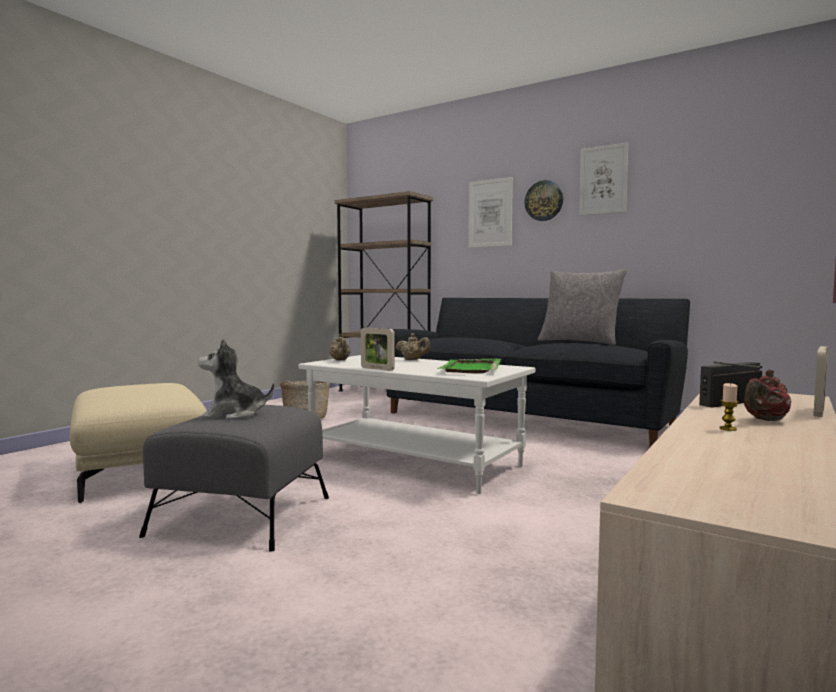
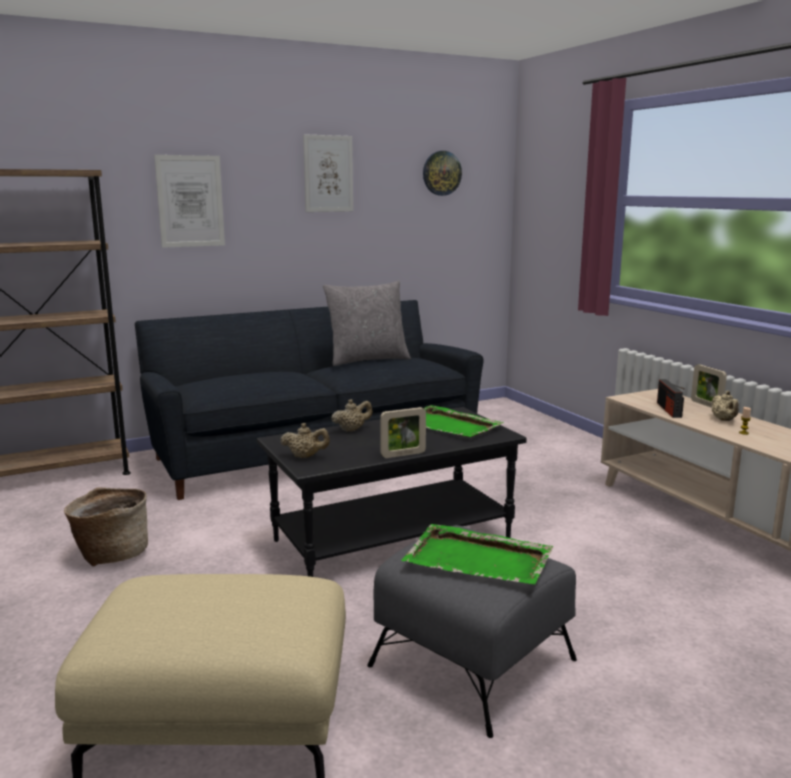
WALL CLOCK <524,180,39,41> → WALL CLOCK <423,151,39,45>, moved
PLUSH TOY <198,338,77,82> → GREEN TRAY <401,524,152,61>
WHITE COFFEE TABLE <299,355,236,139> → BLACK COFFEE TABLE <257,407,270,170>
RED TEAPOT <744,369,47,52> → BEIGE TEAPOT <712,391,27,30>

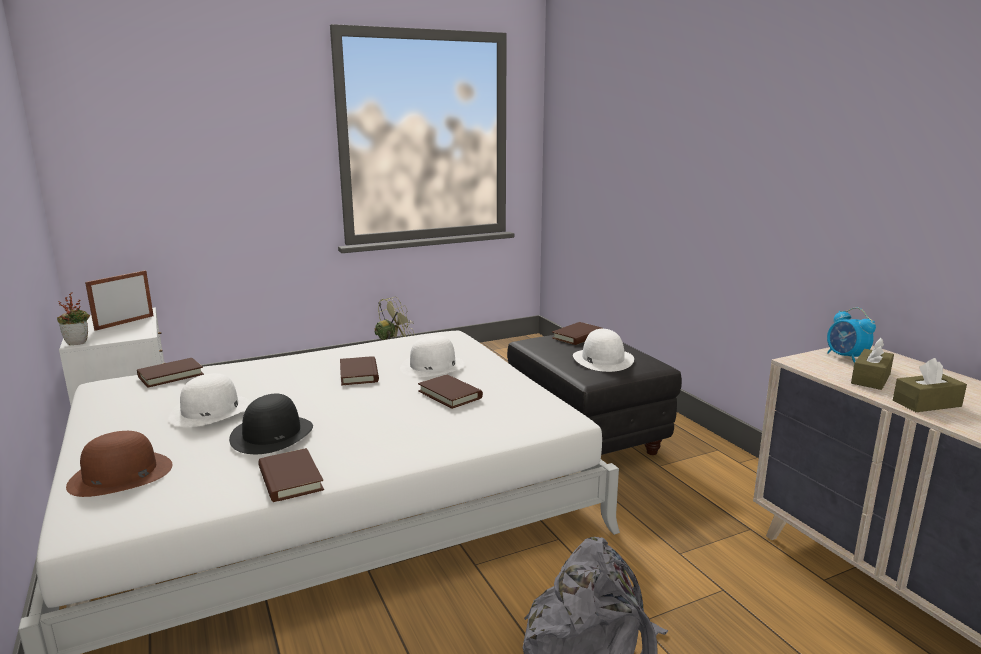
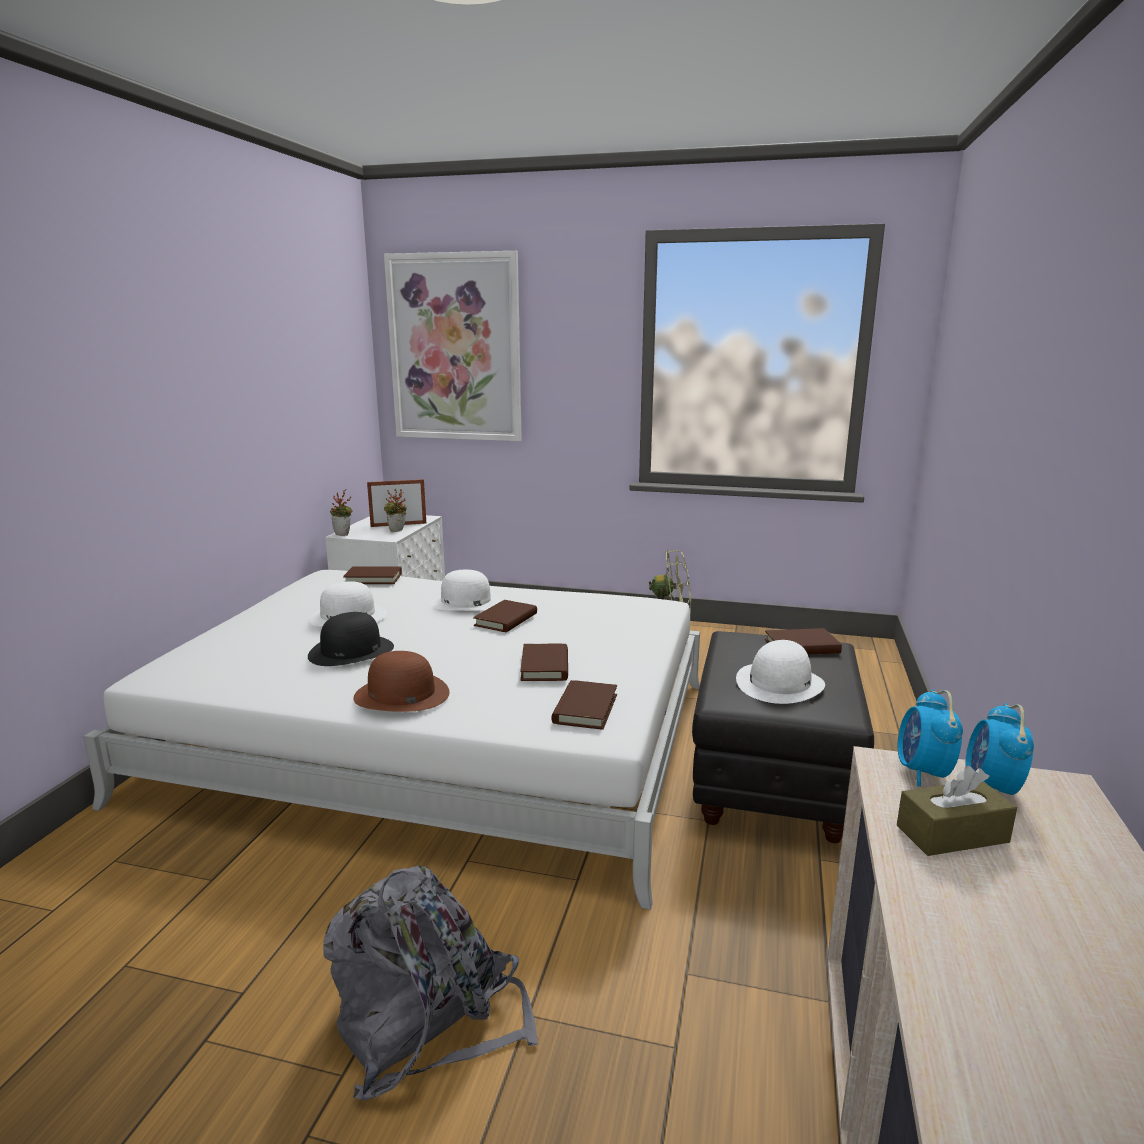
BROWN TISSUE BOX <893,358,74,54> → -
- → PICTURE <384,251,138,190>
- → POTTED PLANT <384,489,23,43>
- → ALARM CLOCK <898,689,65,98>
BROWN HAT <66,431,106,66> → BROWN HAT <353,651,97,61>, moved
BROWN BOOK <258,448,66,54> → BROWN BOOK <551,680,66,50>, moved
WHITE HAT <400,335,65,42> → WHITE HAT <430,570,72,41>, moved

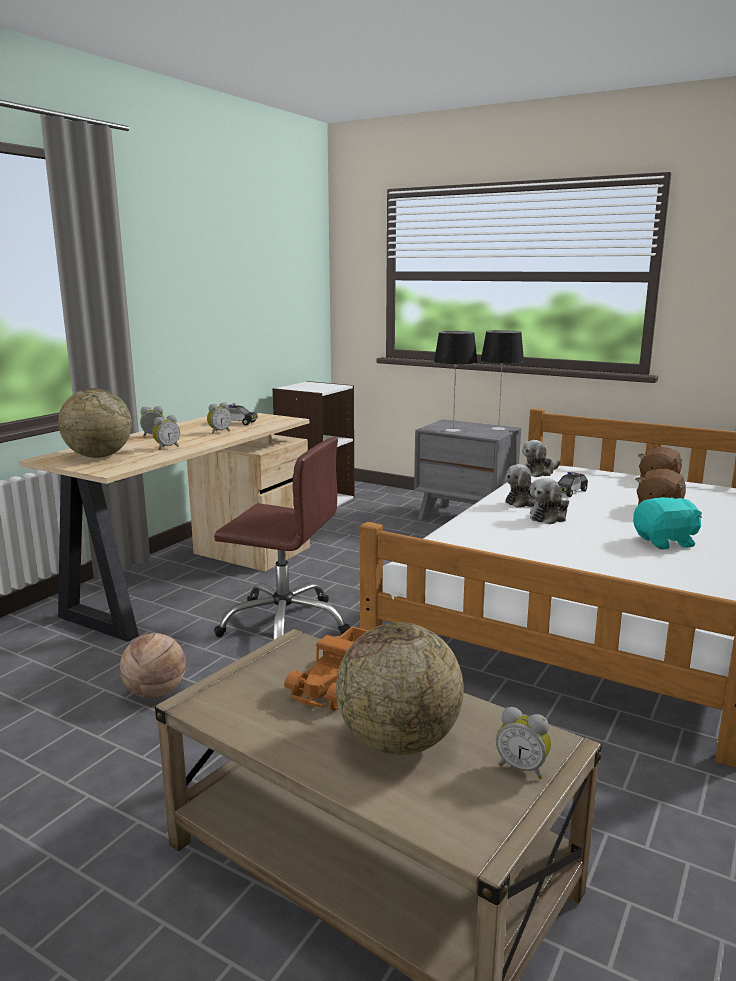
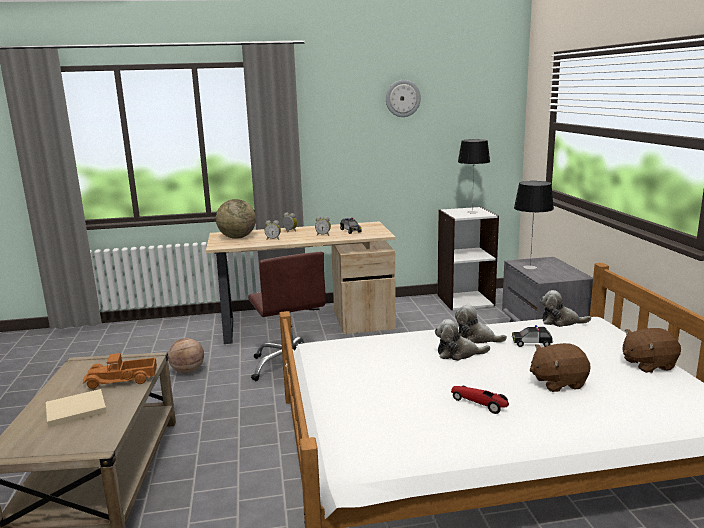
ALARM CLOCK <496,707,55,72> → -
- → WALL CLOCK <386,80,35,37>
TABLE LAMP <481,330,43,100> → TABLE LAMP <458,139,32,74>, moved
GLOBE <336,622,128,133> → BEIGE BOOK <46,389,61,39>
TURQUOISE PLUSH TOY <633,497,69,53> → TOY CAR <451,386,58,28>

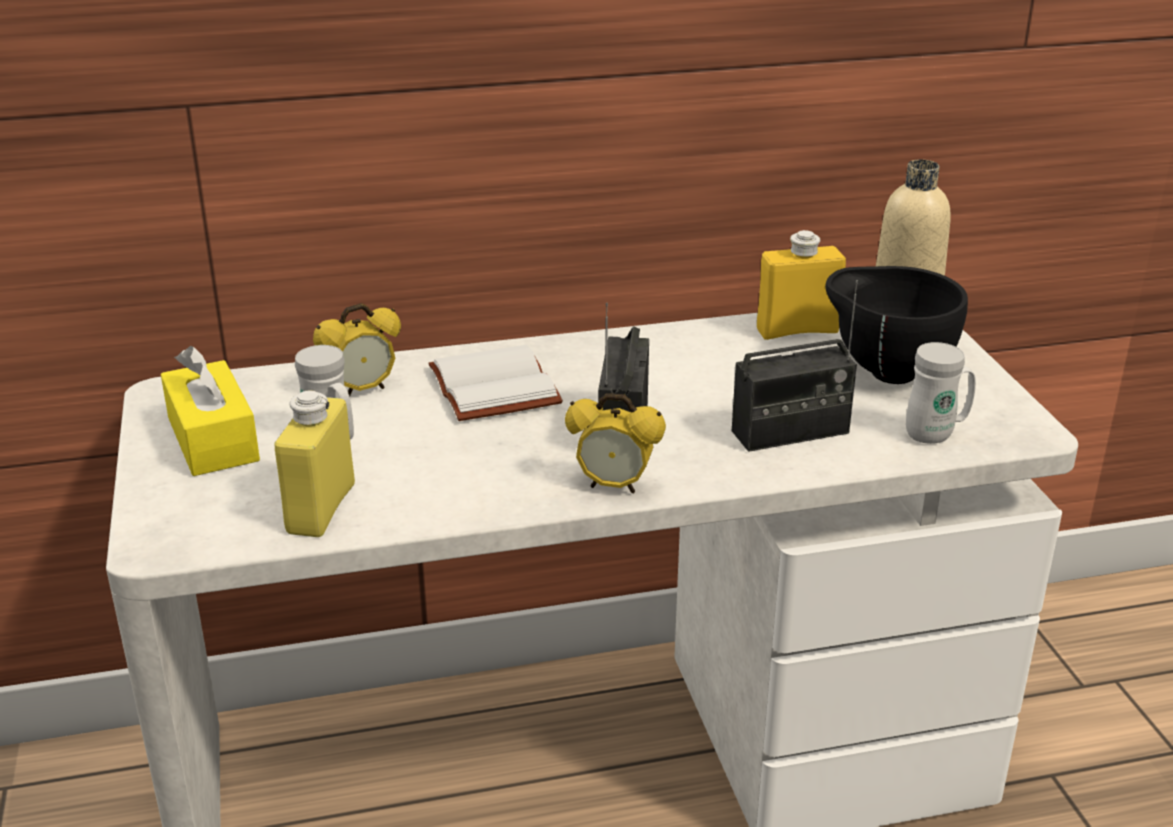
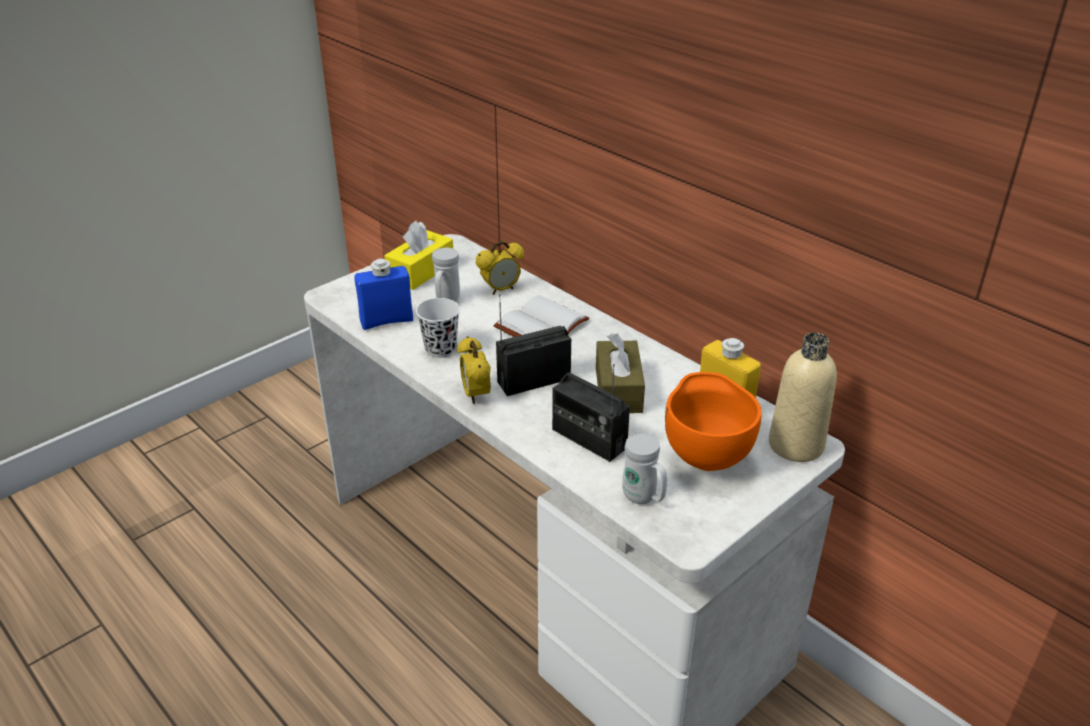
- → WHITE CUP <416,298,44,60>
- → BROWN TISSUE BOX <596,333,49,80>
YELLOW BOTTLE <275,390,80,147> → BLUE BOTTLE <355,259,58,71>
BLACK BOWL <825,266,143,118> → ORANGE BOWL <665,372,96,99>
ALARM CLOCK <313,303,88,94> → ALARM CLOCK <476,241,48,54>, 60 degrees counterclockwise

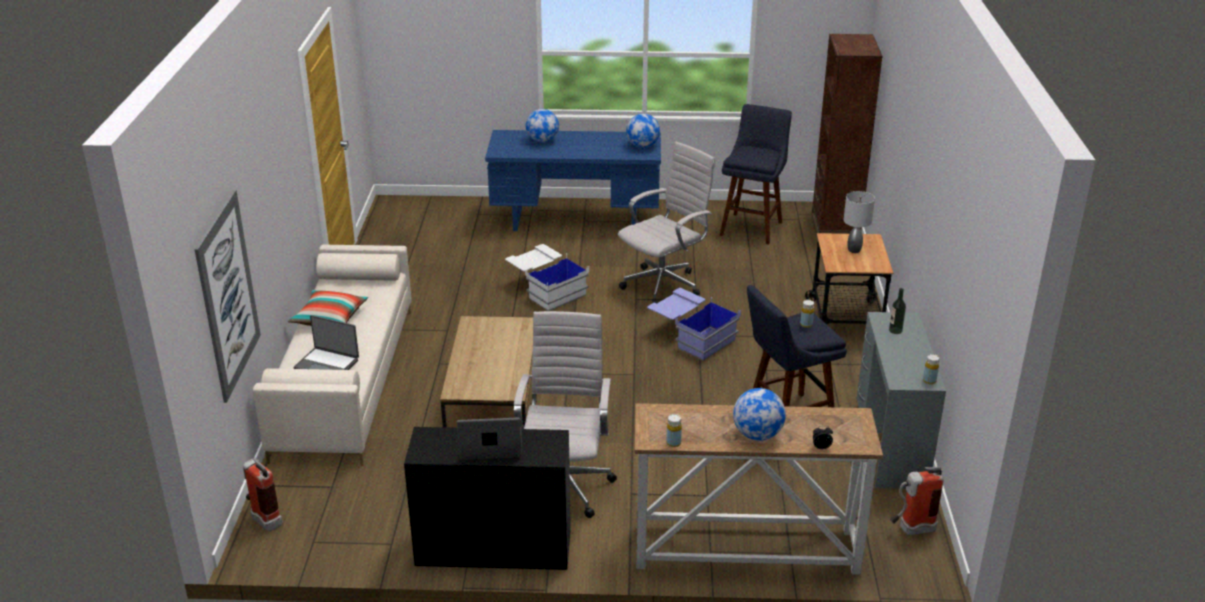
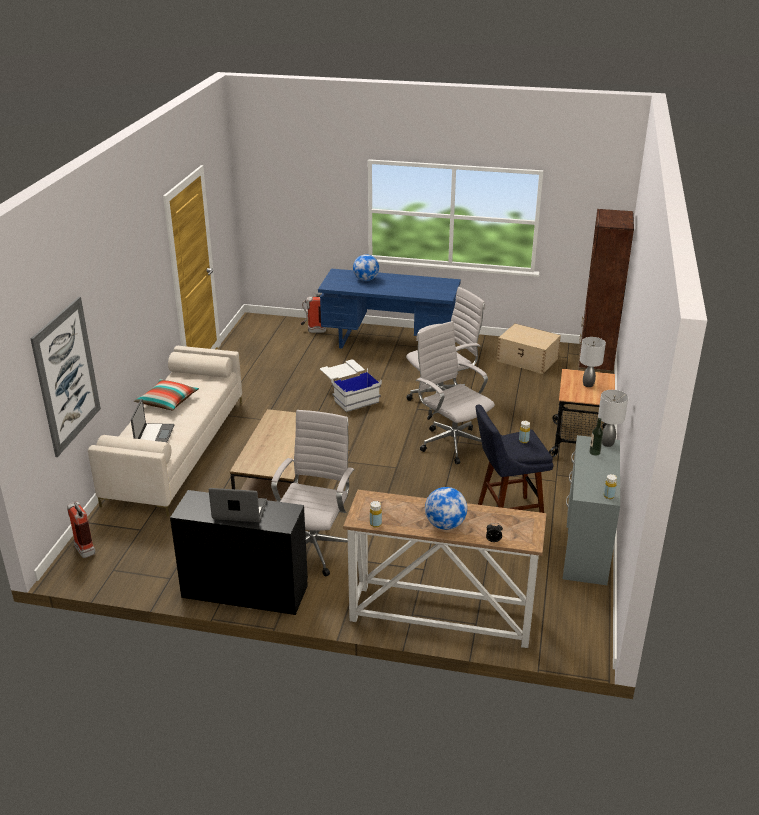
GLOBE <626,114,34,34> → -
- → GREY TABLE LAMP <598,390,30,57>
FIRE EXTINGUISHER <890,466,53,69> → FIRE EXTINGUISHER <300,293,26,40>, moved
BLUE STORAGE BOX <647,288,94,73> → WHITE OFFICE CHAIR <416,321,79,143>
BLUE STOOL <720,104,72,141> → BEIGE STORAGE BOX <497,324,64,50>
LAPTOP <294,315,65,55> → LAPTOP <131,399,43,43>, 120 degrees counterclockwise

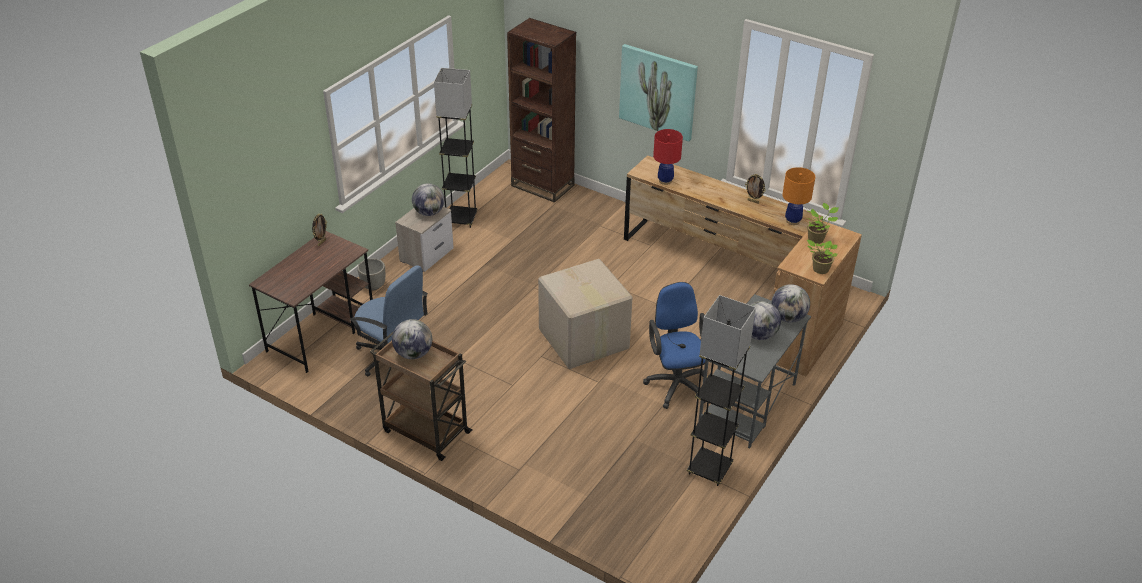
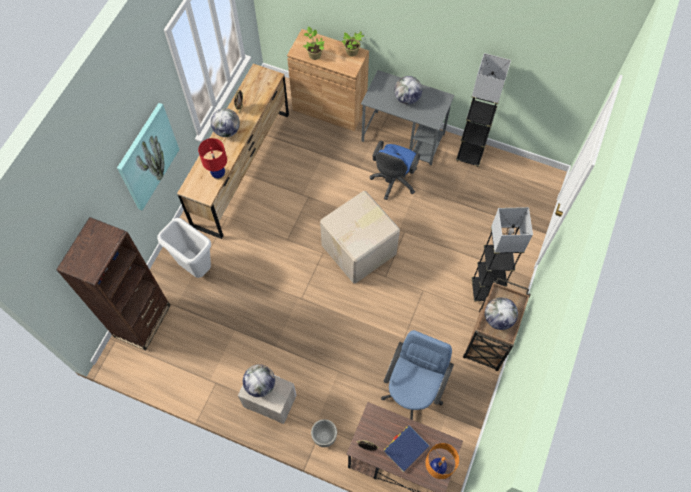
- → WHITE TRASH CAN <157,218,54,60>
- → BLUE BOOK <384,426,46,46>
GREY FLOOR LAMP <434,68,44,160> → GREY FLOOR LAMP <472,207,61,95>, moved
GLOBE <771,284,39,39> → GLOBE <211,108,29,29>, moved
ORANGE TABLE LAMP <782,167,33,58> → ORANGE TABLE LAMP <425,443,34,36>, moved
BLUE OFFICE CHAIR <643,282,63,127> → BLUE OFFICE CHAIR <370,141,50,59>, 45 degrees counterclockwise

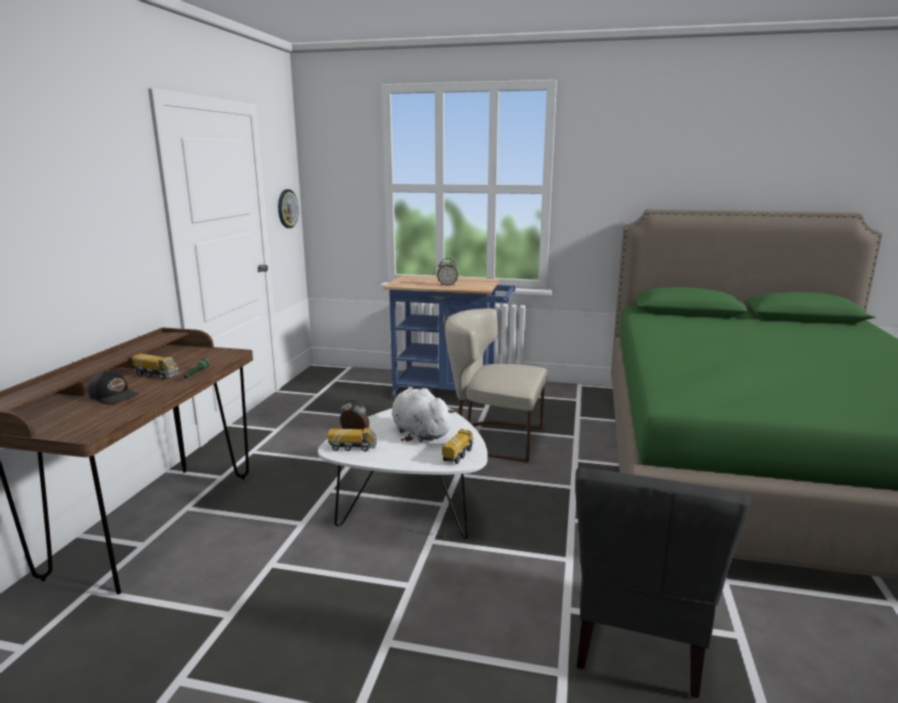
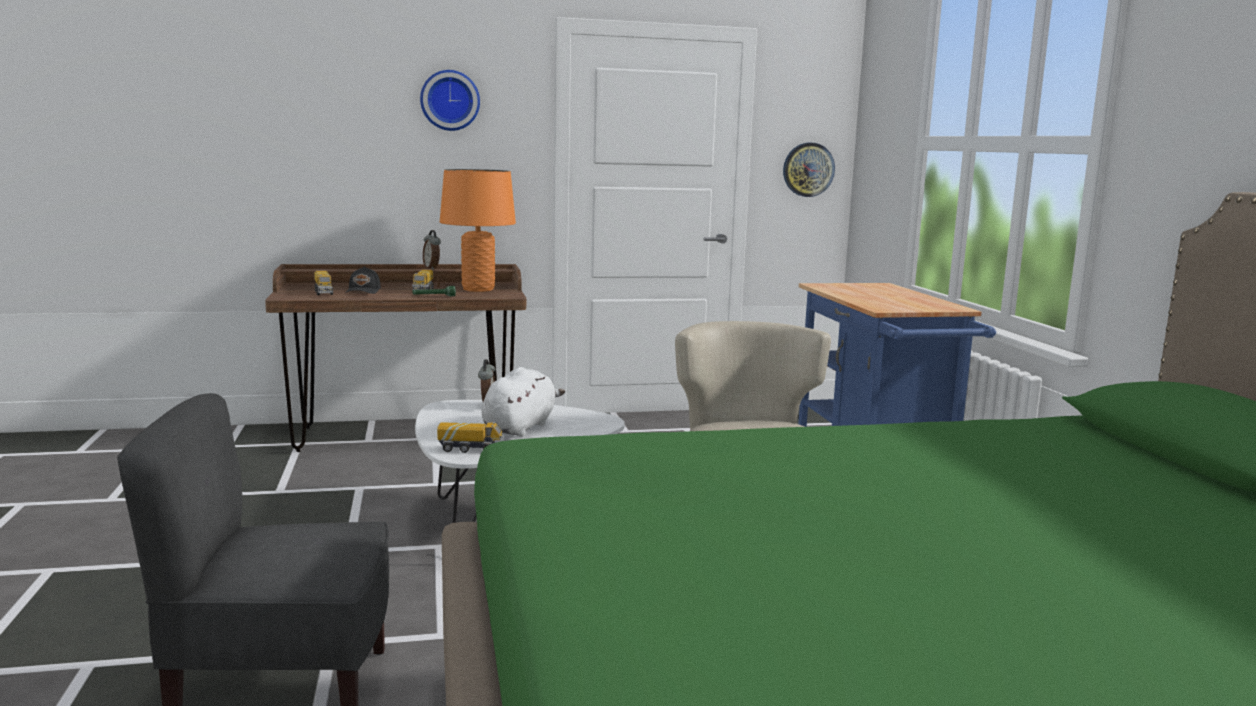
- → WALL CLOCK <420,70,60,61>
- → ORANGE TABLE LAMP <440,169,76,123>
TOY TRUCK <327,428,50,24> → TOY TRUCK <314,271,19,24>, moved
ALARM CLOCK <437,258,21,28> → ALARM CLOCK <423,230,18,40>, moved

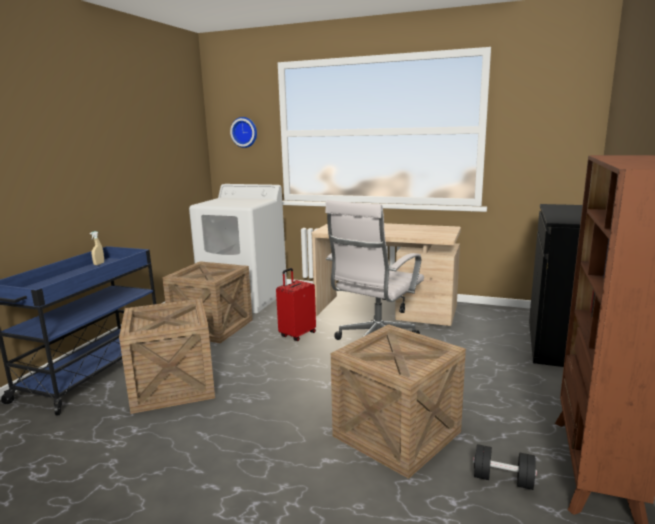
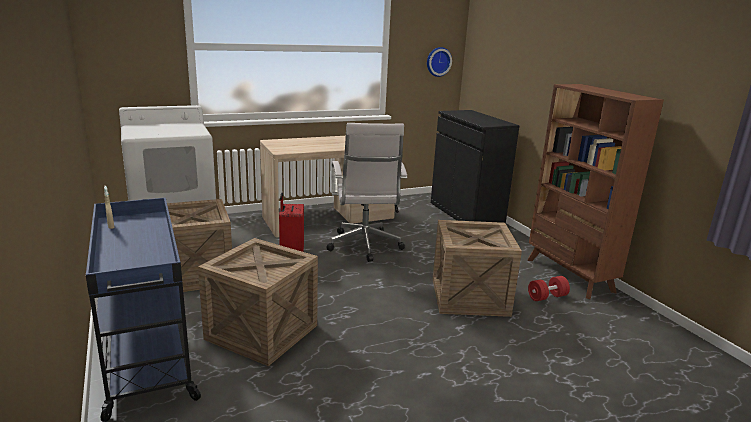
WALL CLOCK <230,117,27,31> → WALL CLOCK <427,47,25,30>, moved
BLACK DUMBBELL <473,444,64,46> → RED DUMBBELL <528,276,42,25>

